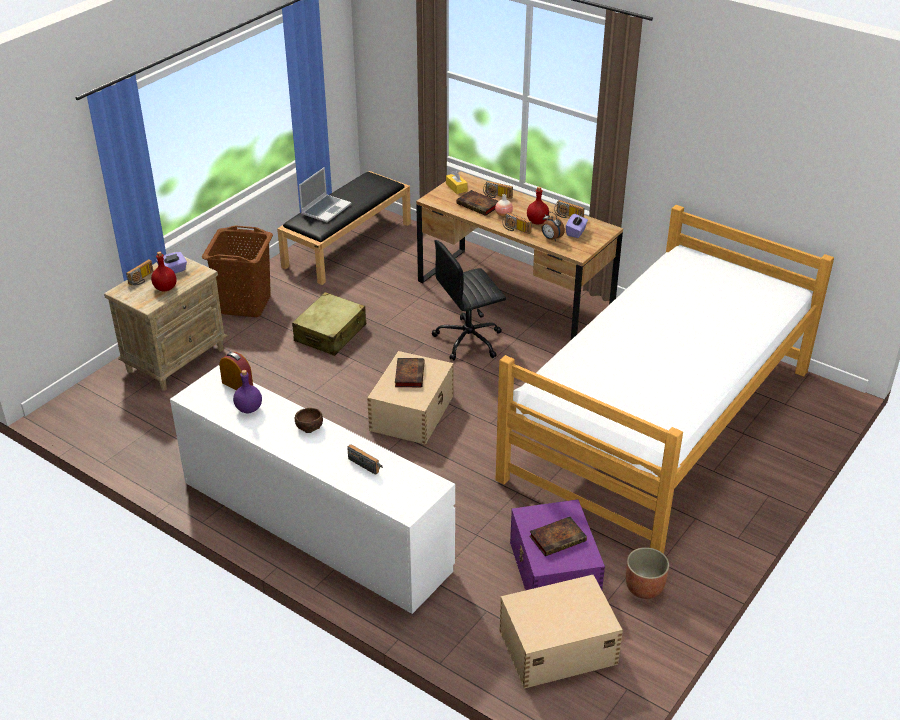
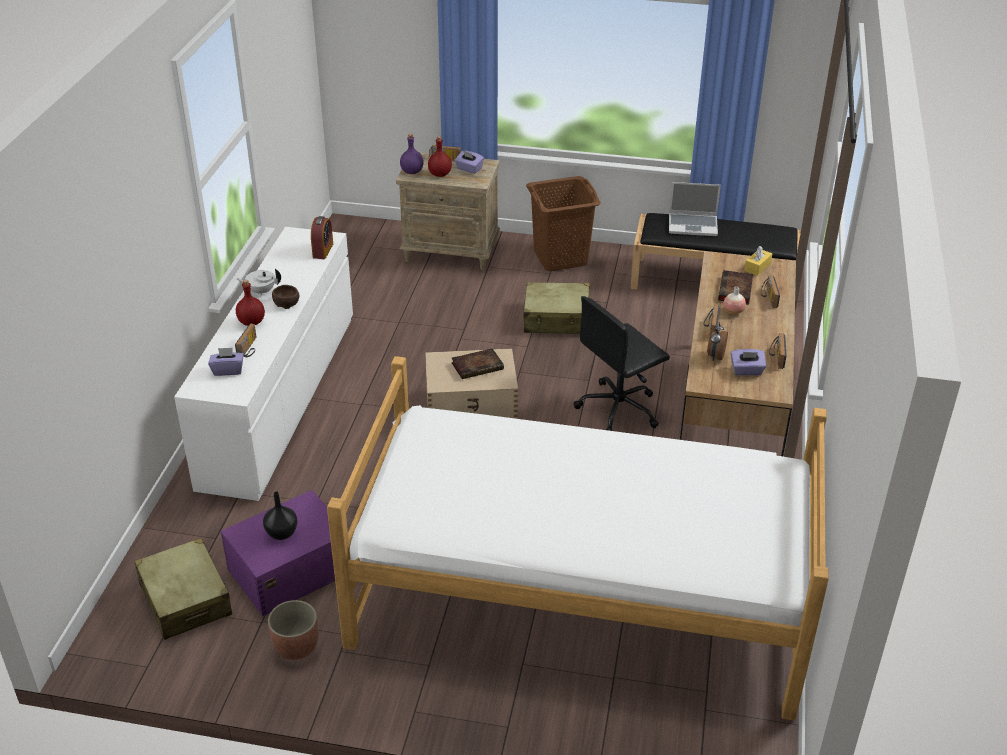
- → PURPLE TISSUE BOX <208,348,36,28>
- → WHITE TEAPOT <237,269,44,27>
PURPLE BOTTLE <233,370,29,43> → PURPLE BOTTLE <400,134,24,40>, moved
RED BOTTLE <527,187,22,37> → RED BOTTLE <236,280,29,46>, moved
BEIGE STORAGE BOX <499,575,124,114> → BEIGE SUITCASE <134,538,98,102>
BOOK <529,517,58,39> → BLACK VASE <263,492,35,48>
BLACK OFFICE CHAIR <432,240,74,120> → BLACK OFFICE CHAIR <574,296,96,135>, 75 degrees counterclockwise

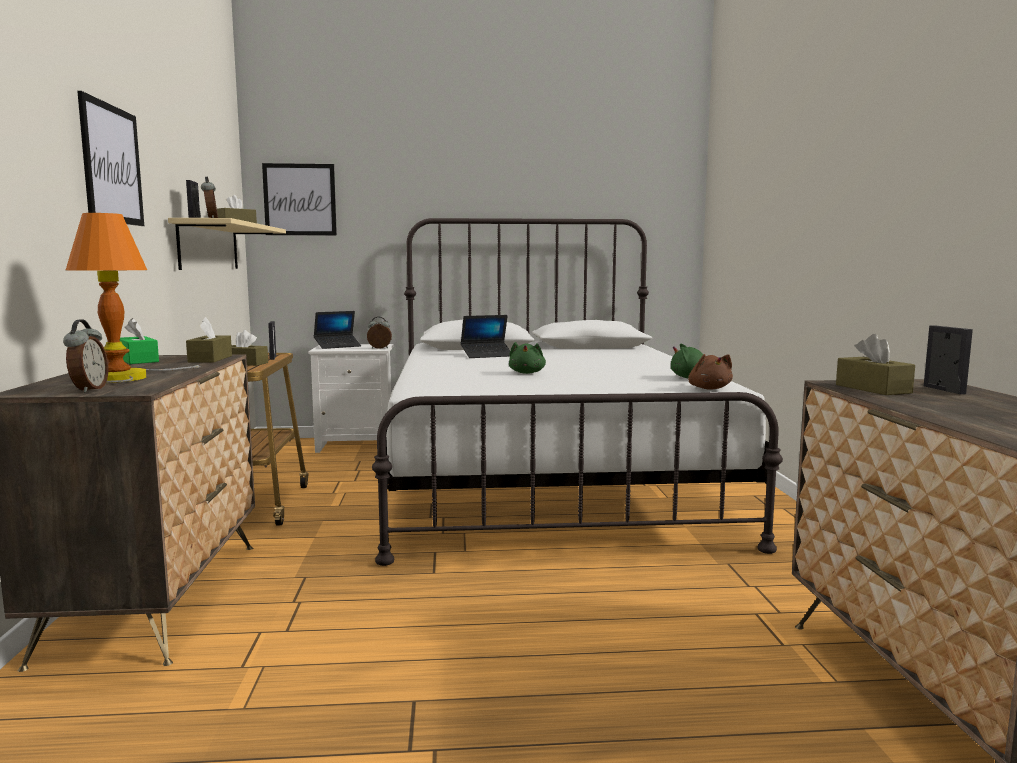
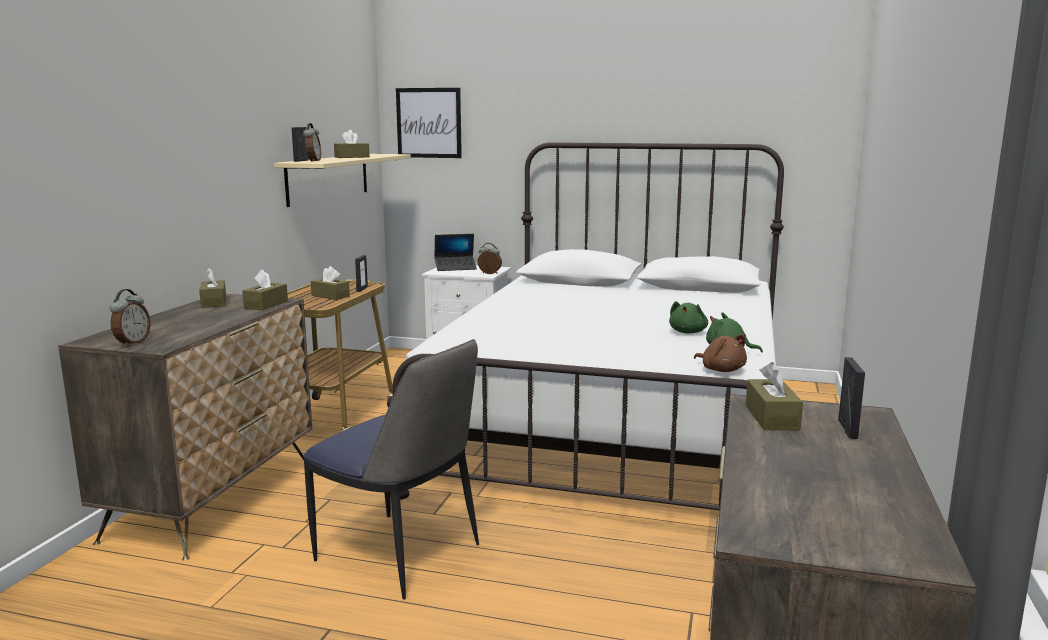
TABLE LAMP <66,213,136,170> → -
PICTURE <77,91,67,135> → -
LAPTOP <461,315,49,43> → -
- → CHAIR <303,339,176,261>
GREEN PLUSH TOY <509,342,37,32> → GREEN PLUSH TOY <669,301,39,32>, moved
GREEN TISSUE BOX <120,318,39,46> → BROWN TISSUE BOX <199,267,27,41>
BROWN PLUSH TOY <688,354,45,36> → BROWN PLUSH TOY <694,334,53,38>, 45 degrees counterclockwise

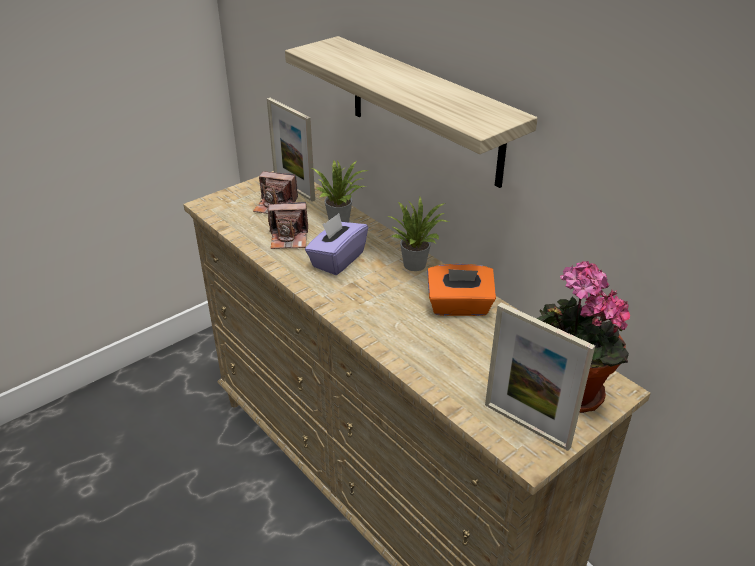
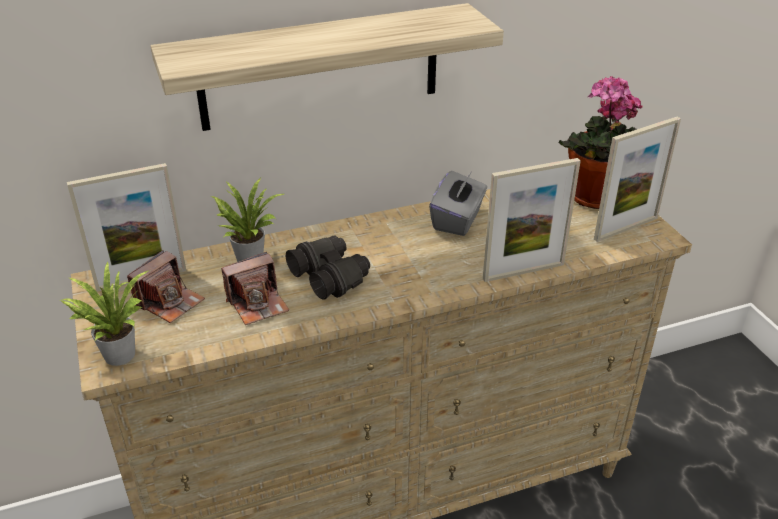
- → PICTURE FRAME <483,158,98,124>
POTTED PLANT <387,197,62,74> → POTTED PLANT <60,261,89,105>, moved
PURPLE TISSUE BOX <305,213,63,62> → BLACK BINOCULARS <286,236,84,64>
ORANGE TISSUE BOX <427,264,69,52> → GREY TISSUE BOX <429,171,58,65>
PHOTO CAMERA <267,202,41,47> → PHOTO CAMERA <221,252,68,73>, 45 degrees clockwise

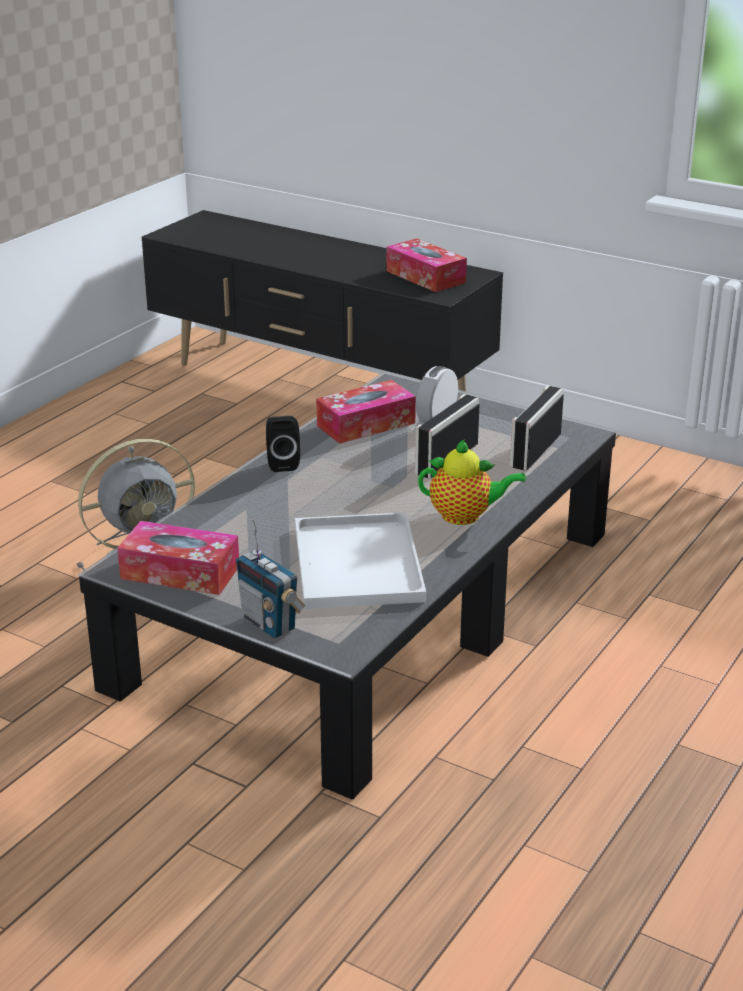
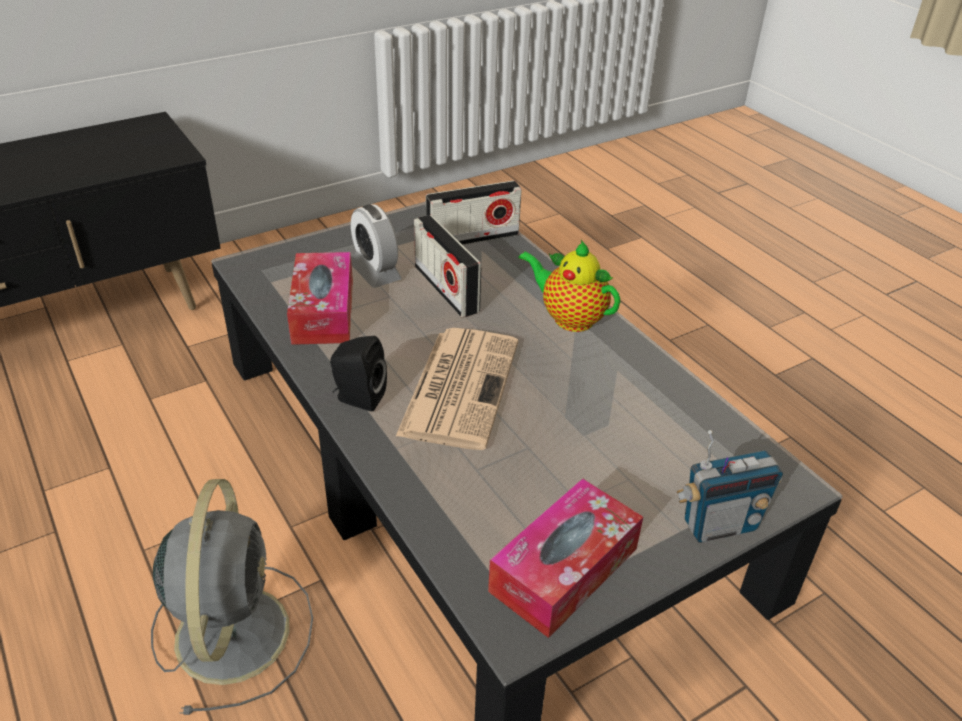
WHITE TRAY <295,512,131,97> → -
TISSUE BOX <386,238,81,54> → -
- → NEWSPAPER <396,328,122,122>
TEAPOT <418,439,108,86> → TEAPOT <518,240,102,92>, 90 degrees counterclockwise
RADIO <510,386,54,84> → RADIO <426,180,96,65>, 75 degrees counterclockwise

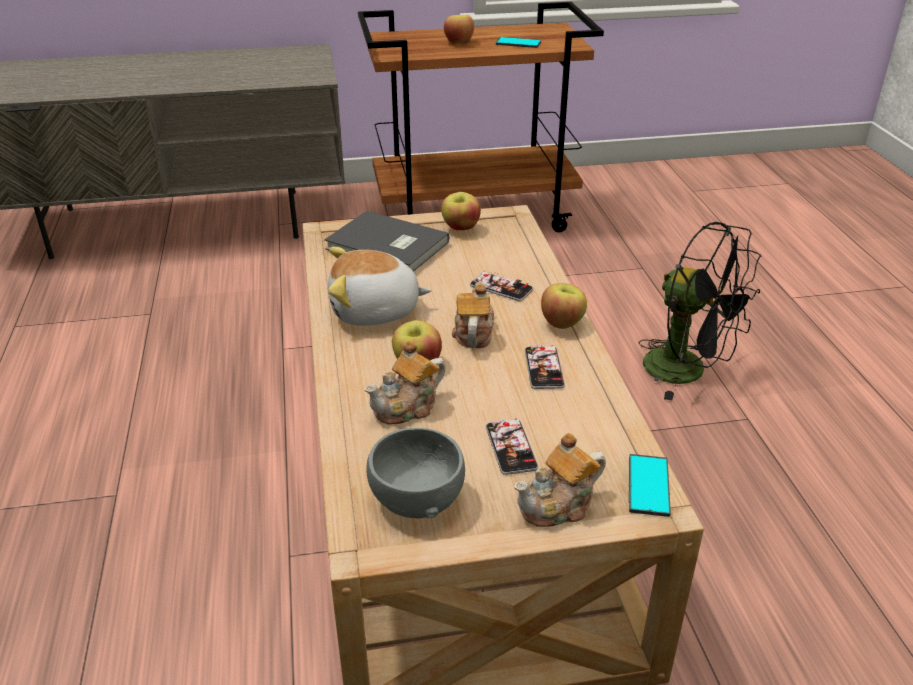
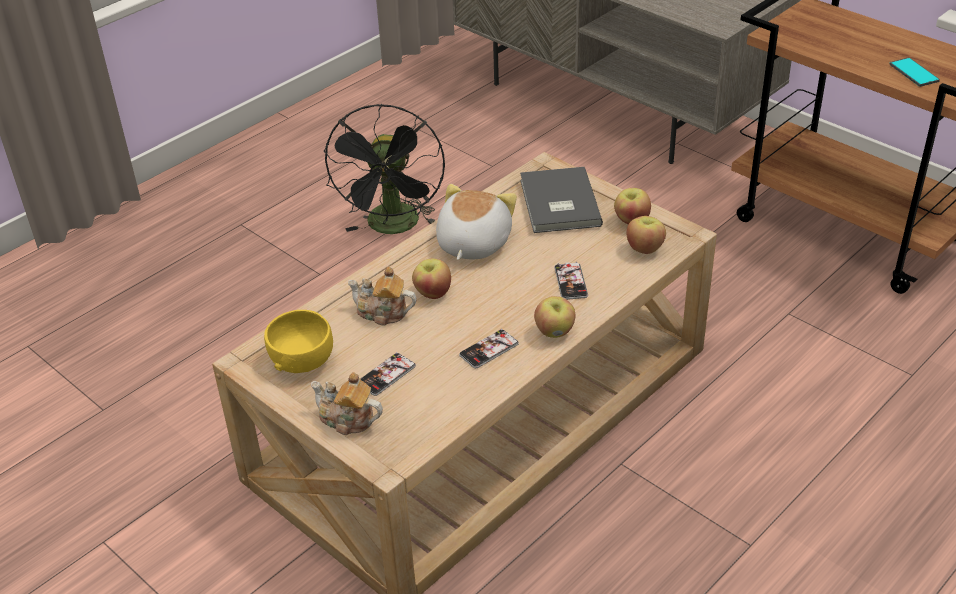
TEAPOT <452,281,42,67> → -
PHONE <629,454,42,63> → -
APPLE <444,14,30,30> → APPLE <627,216,39,38>, moved
BLACK FAN <639,222,123,178> → BLACK FAN <324,104,121,130>, moved
GREY BOWL <366,428,99,91> → YELLOW BOWL <264,310,69,63>
PLUSH TOY <328,247,104,79> → PLUSH TOY <436,184,81,76>, 60 degrees clockwise

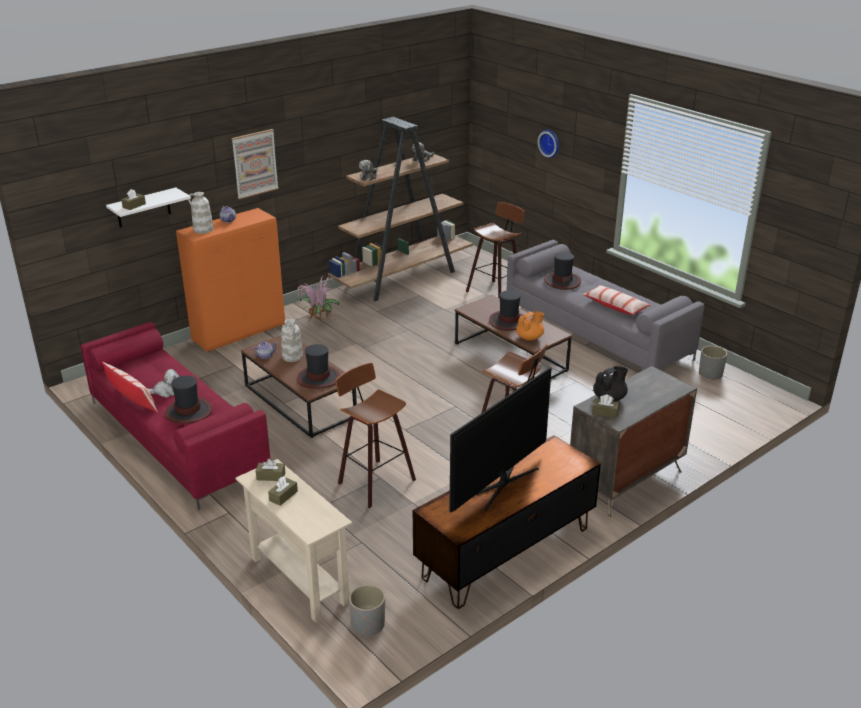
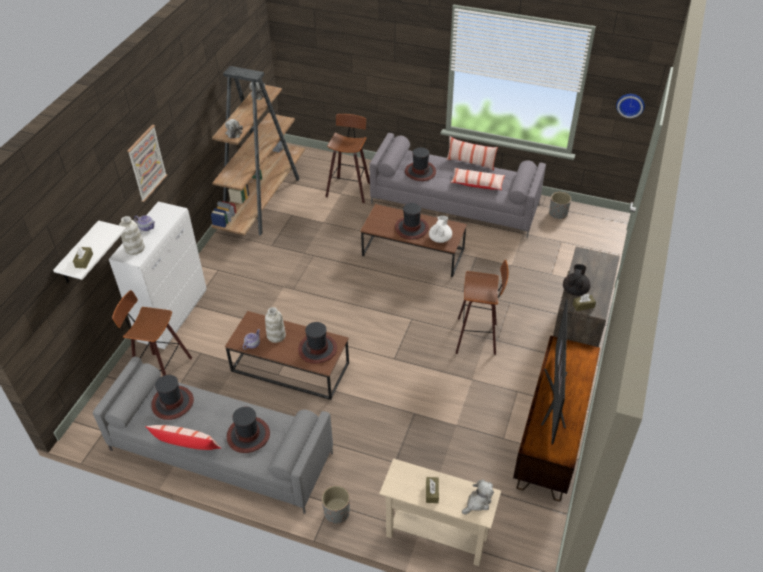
BROWN TISSUE BOX <256,459,29,22> → -
POTTED PLANT <296,276,43,47> → -
- → HAT <151,375,43,45>
- → PILLOW <446,137,52,33>
PLUSH TOY <147,369,33,29> → PLUSH TOY <462,479,32,35>, moved
STOOL <335,362,81,146> → STOOL <112,290,80,86>, moved
GREY PLANTER <349,584,36,53> → GREY PLANTER <322,486,28,38>, moved
WALL CLOCK <538,130,21,28> → WALL CLOCK <616,94,29,24>, moved
RED SOFA <81,322,190,188> → GREY SOFA <93,357,240,157>
ORANGE CABINET <176,208,109,144> → WHITE CABINET <109,202,97,147>
ORANGE TEAPOT <516,311,28,29> → WHITE TEAPOT <429,216,23,27>

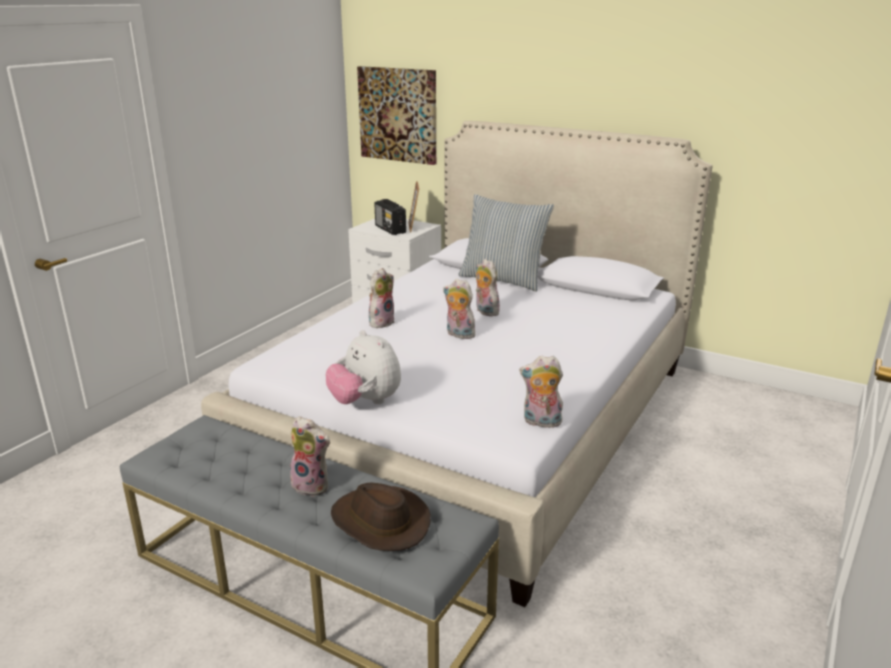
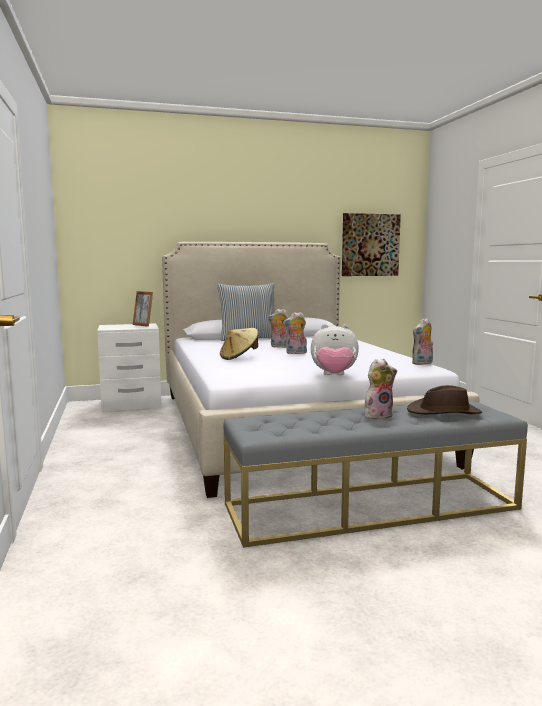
RADIO <374,199,32,36> → -
PICTURE <357,66,79,99> → PICTURE <342,213,59,63>, moved
PLUSH TOY <369,268,26,60> → BEIGE HAT <220,328,39,32>

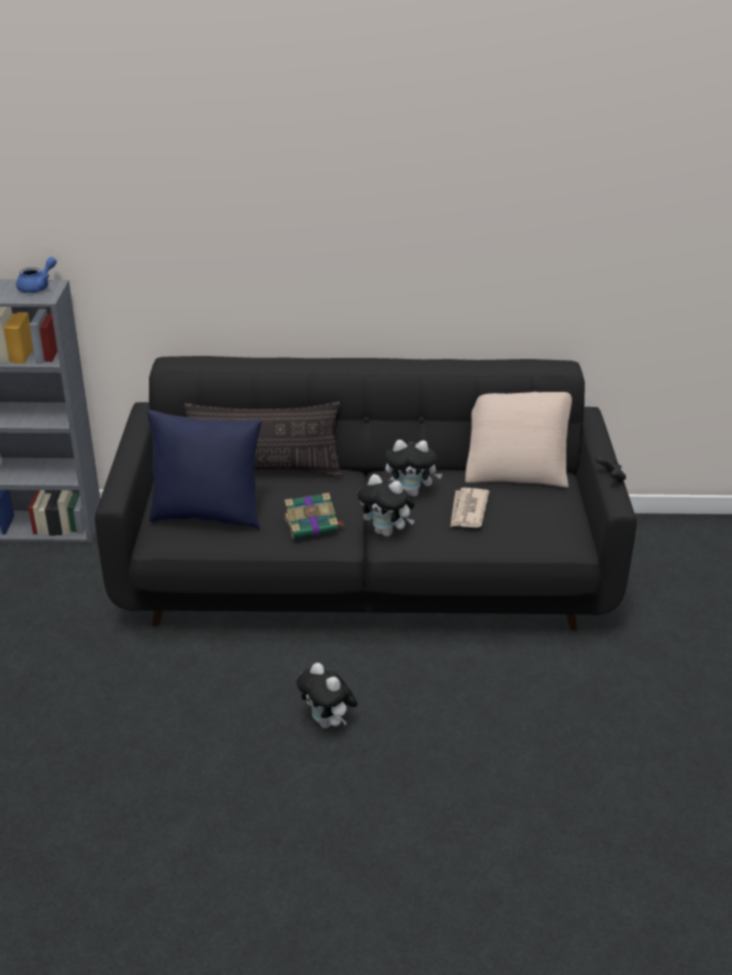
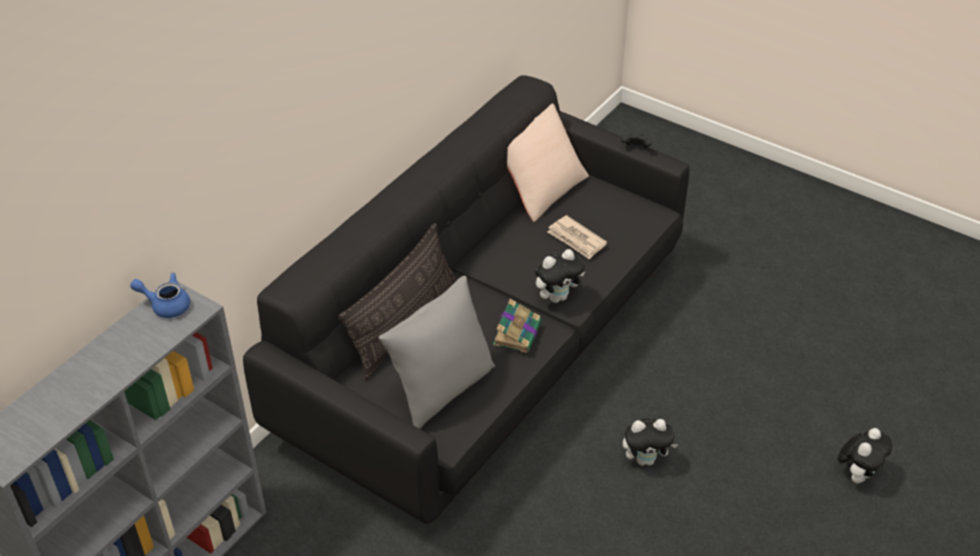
PLUSH TOY <385,440,57,57> → PLUSH TOY <838,428,54,55>, moved
BLUE PILLOW <147,410,115,120> → GREY PILLOW <379,276,116,153>
BLUE TEAPOT <16,257,41,36> → BLUE TEAPOT <130,273,60,45>, 60 degrees counterclockwise

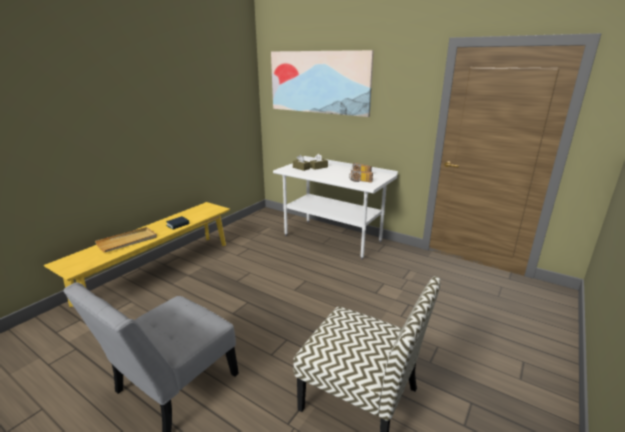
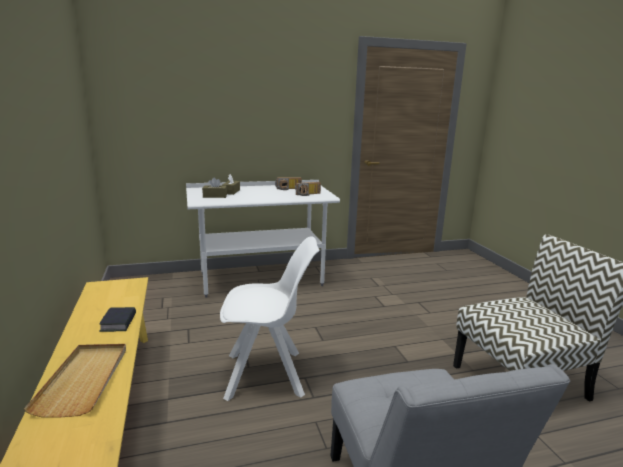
PICTURE <271,50,103,67> → -
- → WHITE CHAIR <220,236,100,165>

